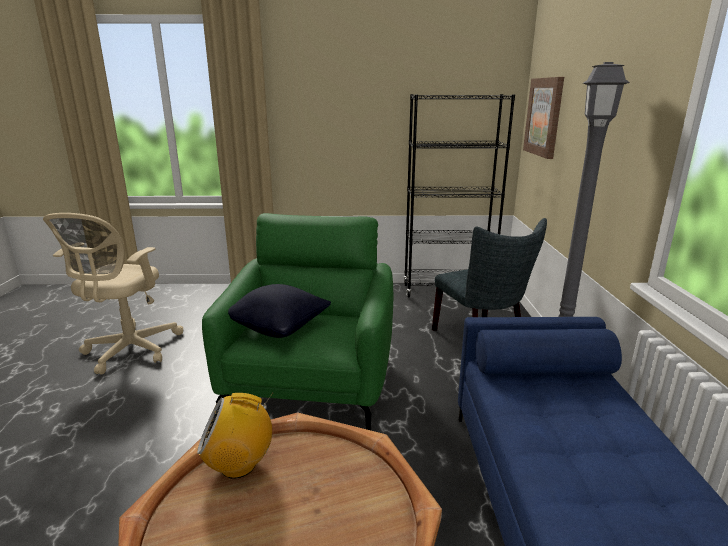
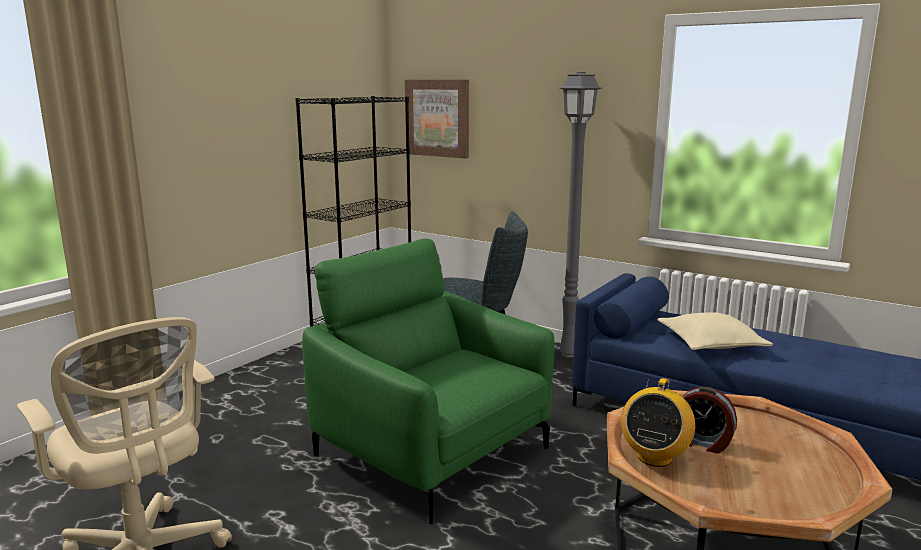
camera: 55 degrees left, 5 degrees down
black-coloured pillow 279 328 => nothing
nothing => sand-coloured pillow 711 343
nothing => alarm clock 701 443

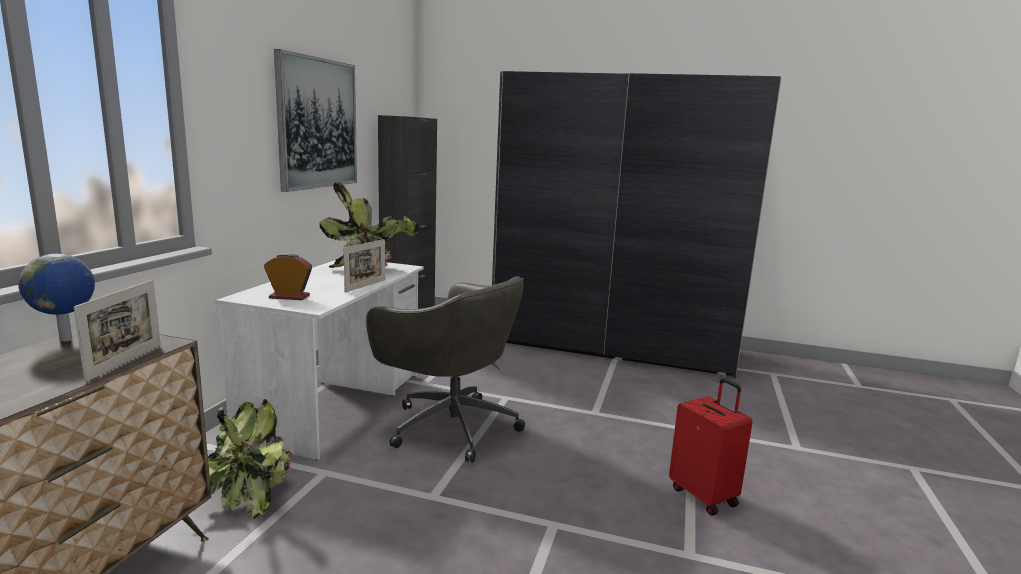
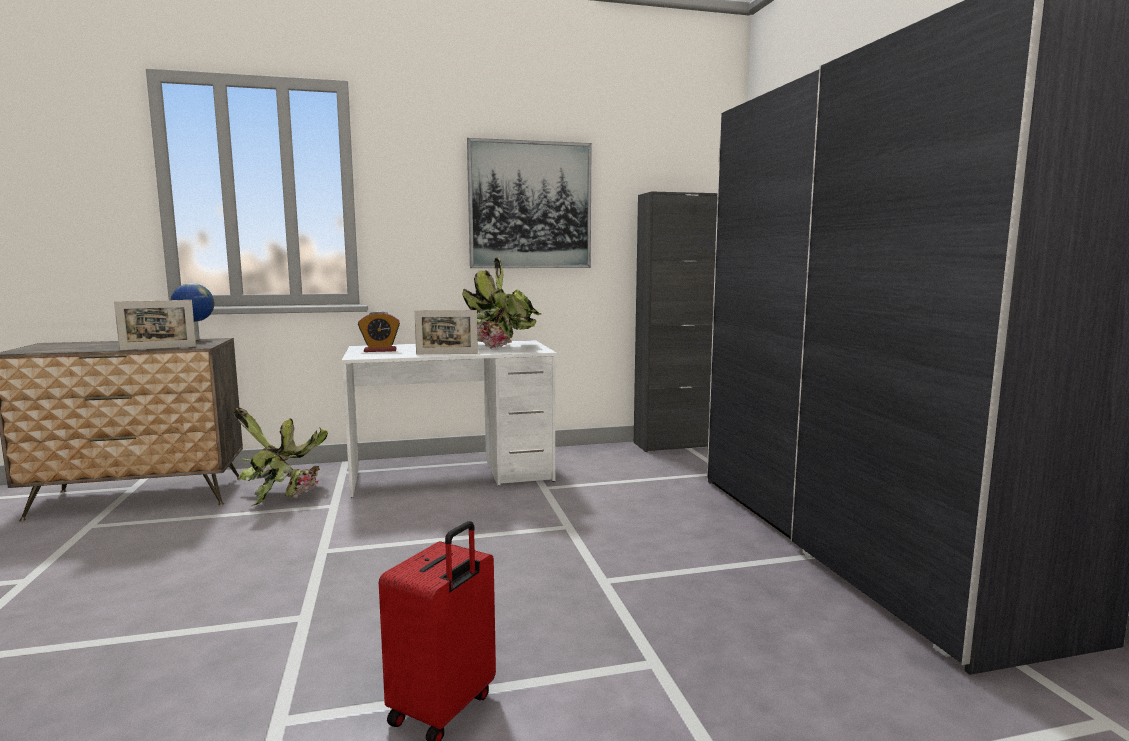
camera: 60 degrees right, 5 degrees down
greyish office chair 450 426 => nothing
alarm clock 289 297 => alarm clock 380 350, 105 degrees clockwise

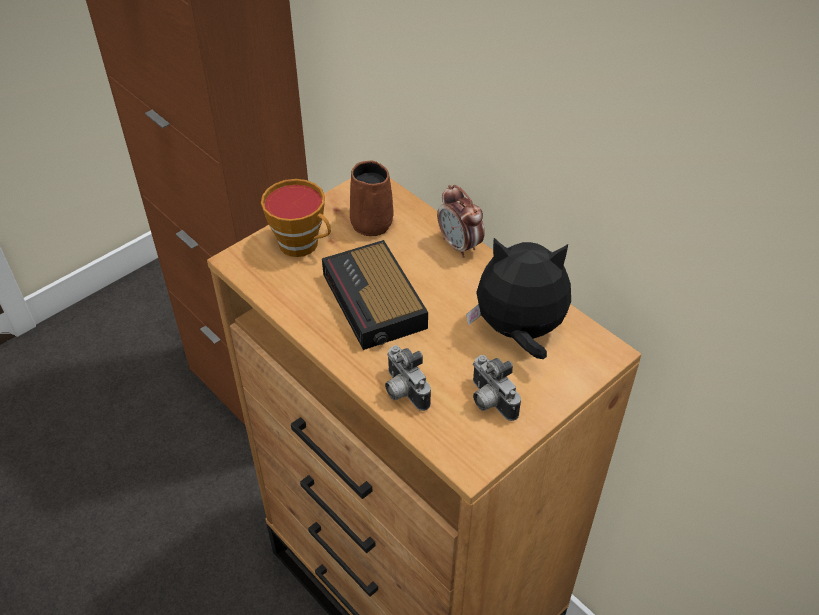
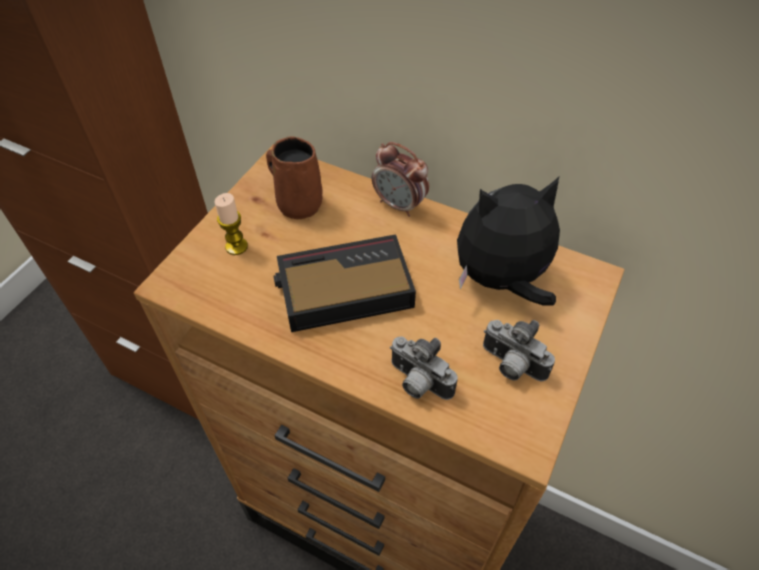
camera: 20 degrees left, 5 degrees up
cup 303 245 => wax candle 236 246
alarm clock 375 303 => alarm clock 342 290, 120 degrees clockwise

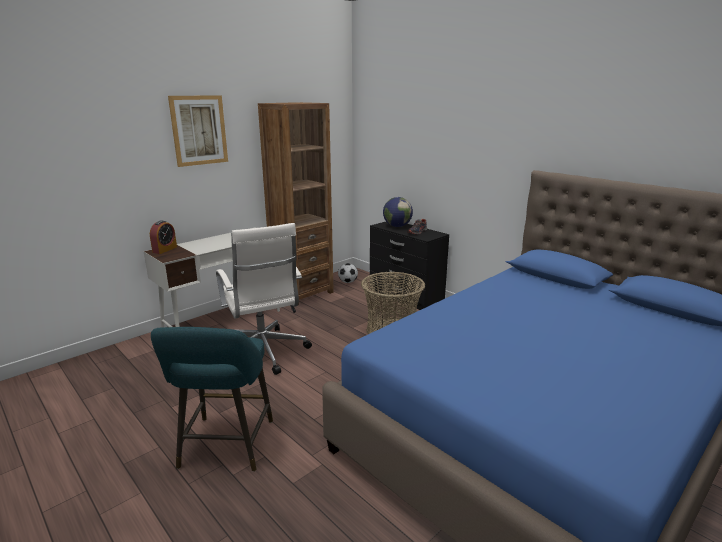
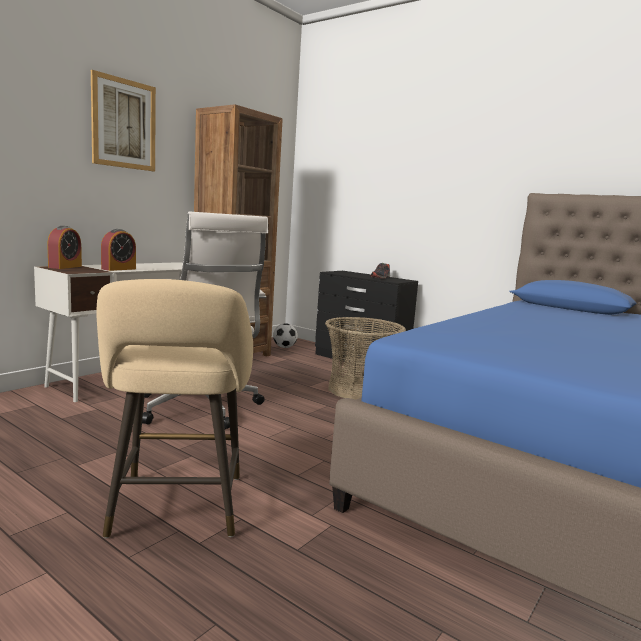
camera: 10 degrees left, 10 degrees down
desk globe 397 226 => nothing
nothing => alarm clock 118 269
blue-green sitting stool 225 447 => sand-coloured sitting stool 177 510

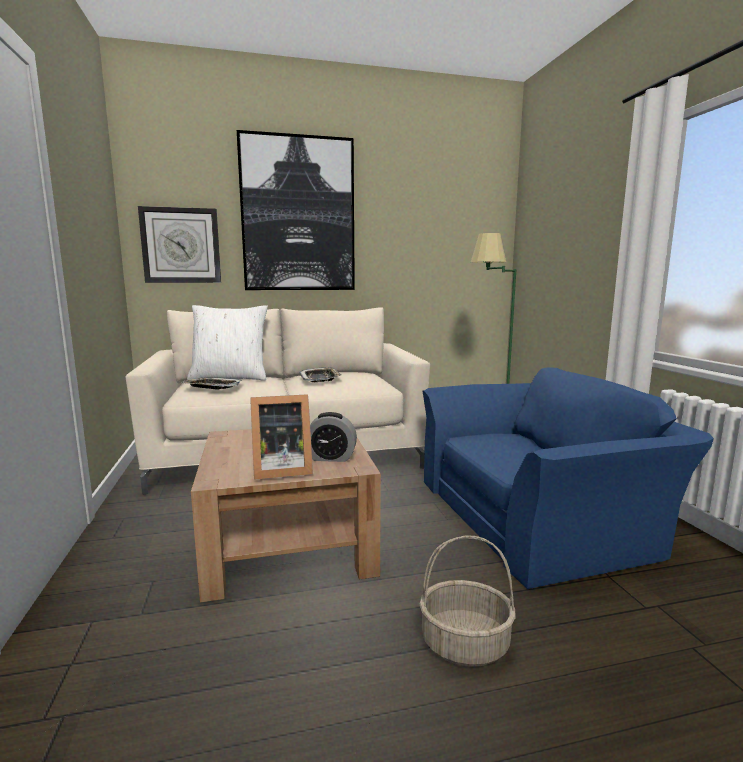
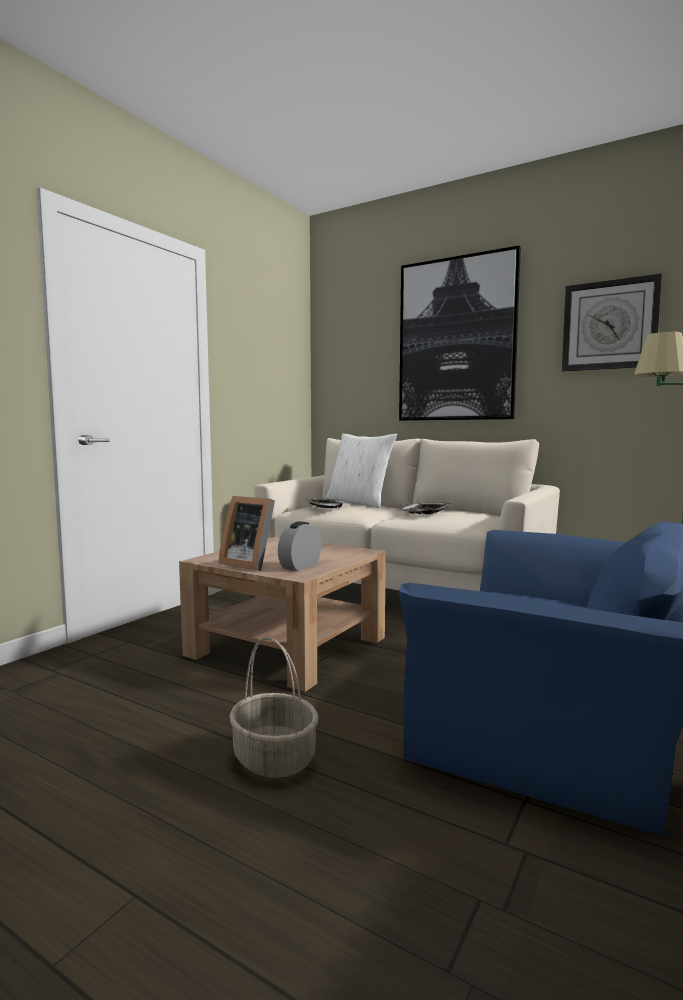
camera: 45 degrees right, 5 degrees down
wall clock 181 245 => wall clock 609 325, moved
alarm clock 331 458 => alarm clock 300 566, 75 degrees clockwise

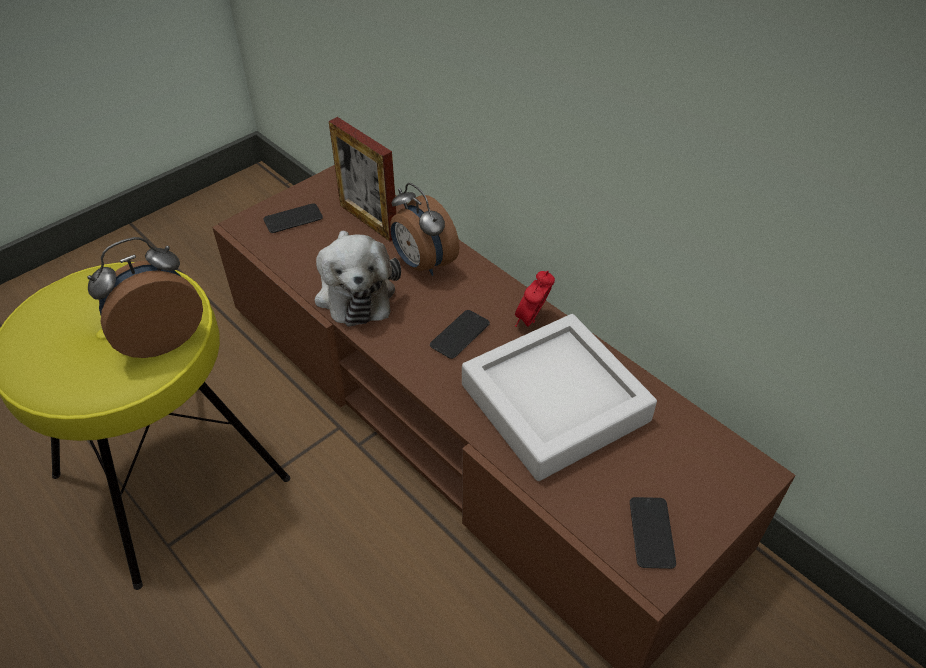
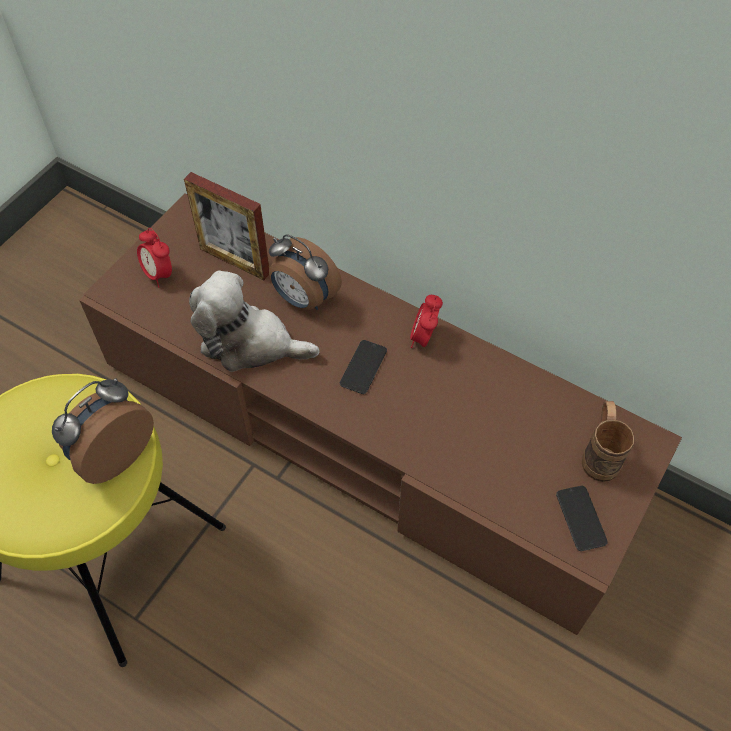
camera: 15 degrees left, 10 degrees up
greyish carrying tray 554 403 => nothing
nothing => brown coffee mug 599 455
phone 293 219 => alarm clock 159 274
cuddly toy 355 291 => cuddly toy 250 343, 135 degrees clockwise

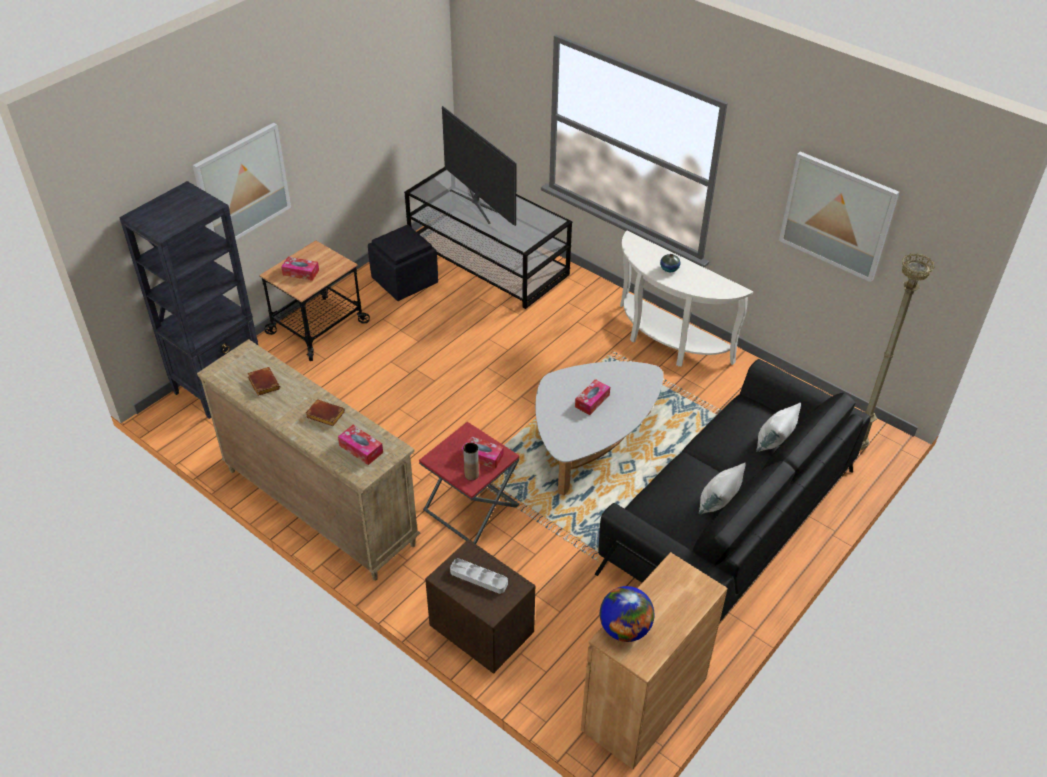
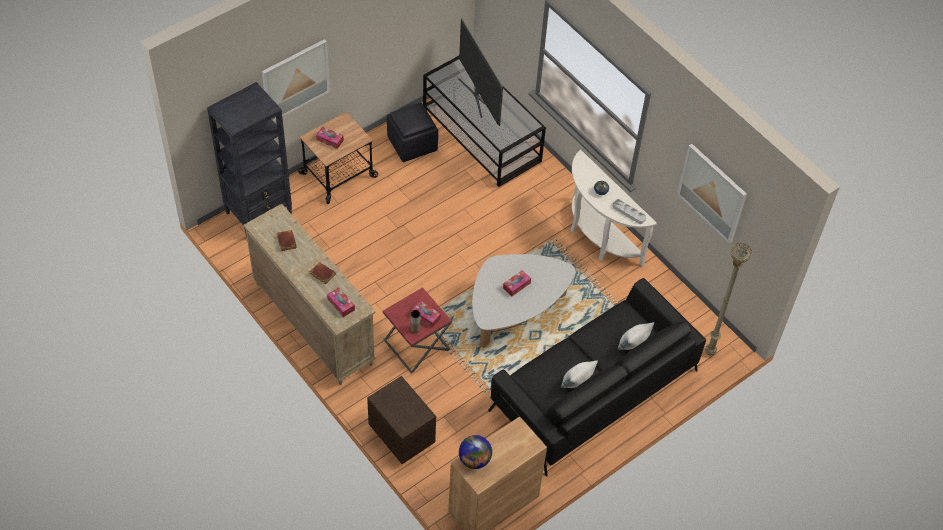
camera: 10 degrees right, 10 degrees up
greyish carrying tray 479 578 => greyish carrying tray 628 213, moved

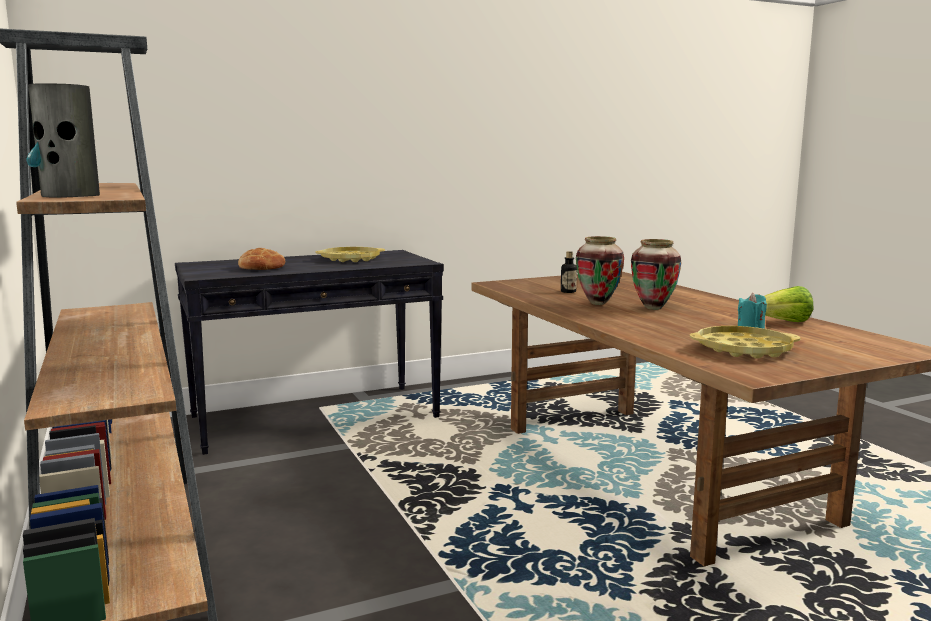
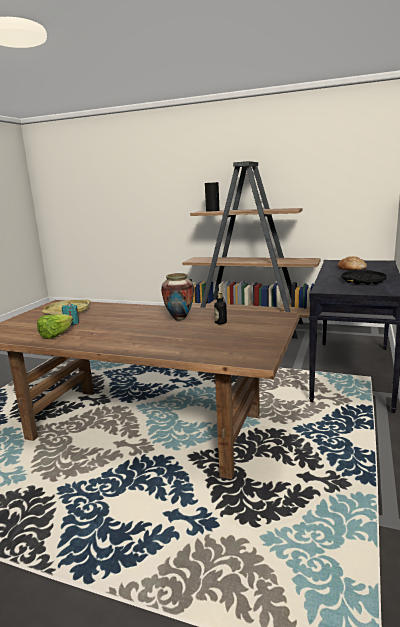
camera: 135 degrees right, 5 degrees up
decorative vase 653 308 => nothing
yellow carrying tray 350 259 => black-coloured carrying tray 363 281

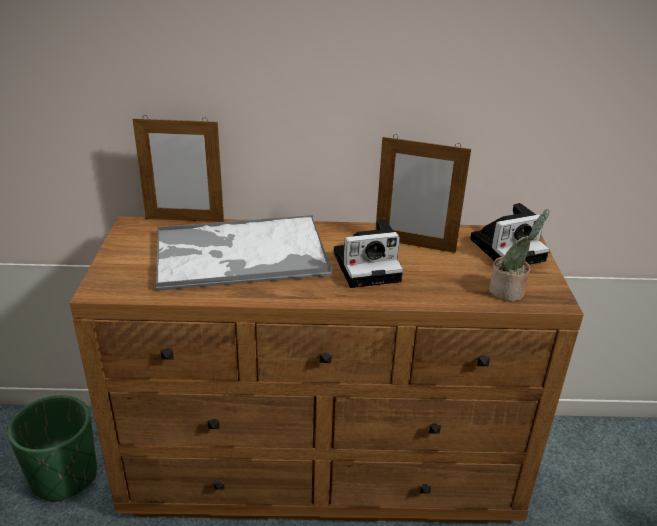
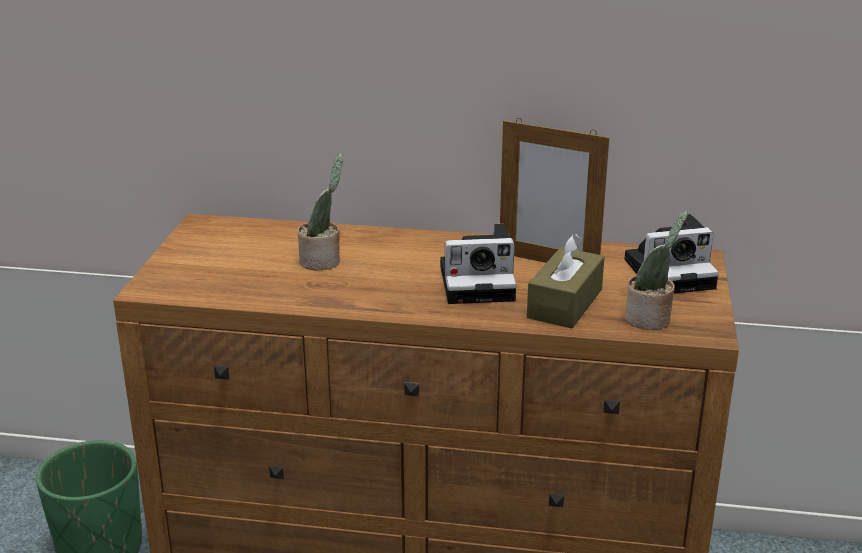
camera: 10 degrees right, 5 degrees down
picture frame 185 220 => nothing
nothing => brown tissue holder 565 304
carrying tray 239 254 => plant in a pot 323 261

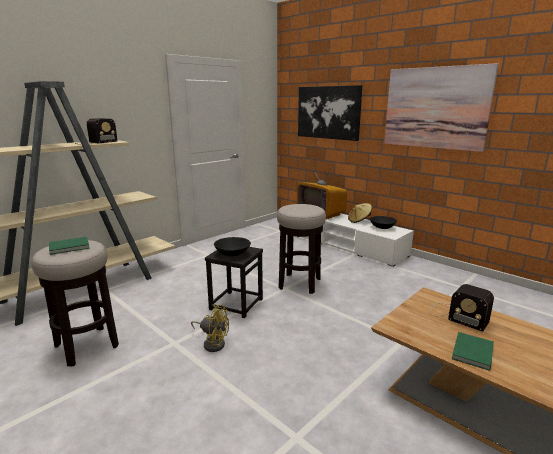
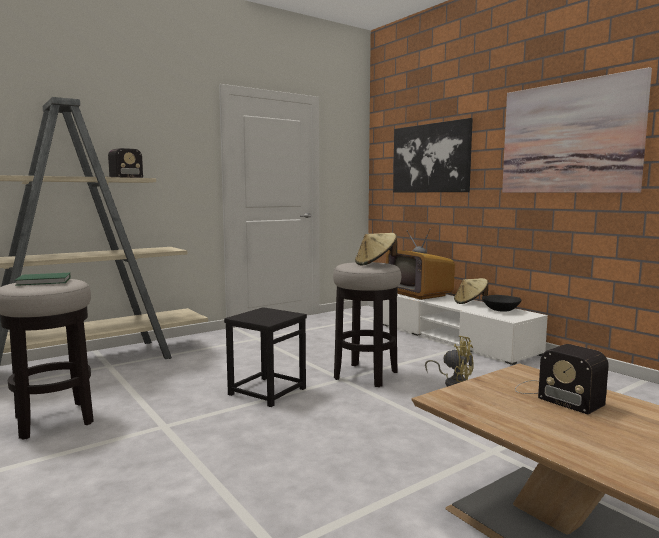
camera: 10 degrees right, 10 degrees down
black-coloured serving bowl 232 254 => nothing
green bound book 471 353 => nothing
nothing => sand-coloured hat 375 264
yellow electric fan 212 343 => yellow electric fan 454 383, moved

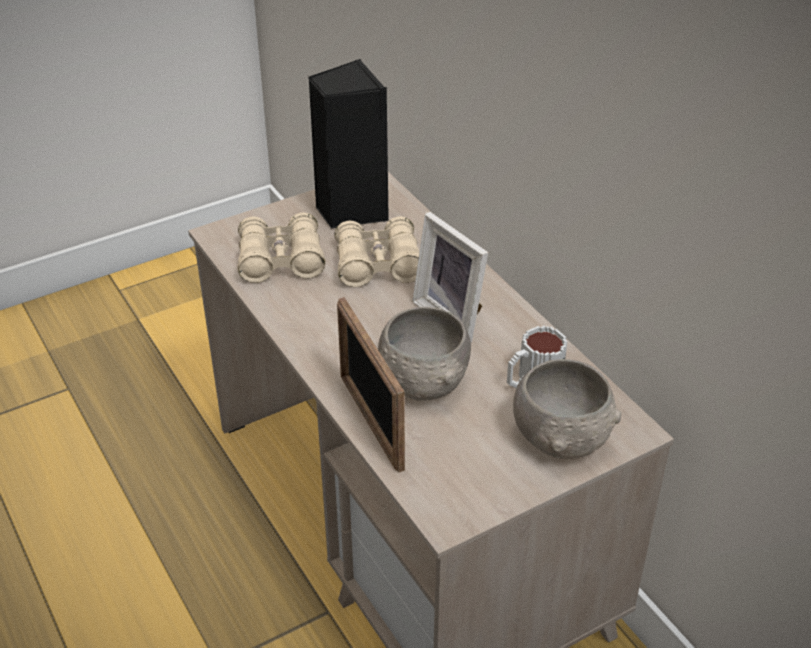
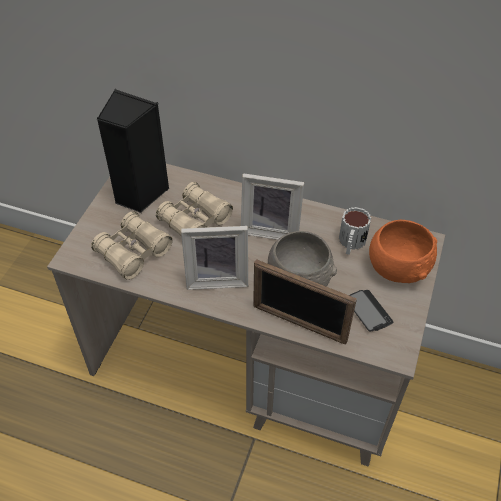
camera: 40 degrees left, 10 degrees up
nothing => picture frame 217 277
nothing => phone 368 311
greyish serving bowl 561 437 => orange serving bowl 398 267

